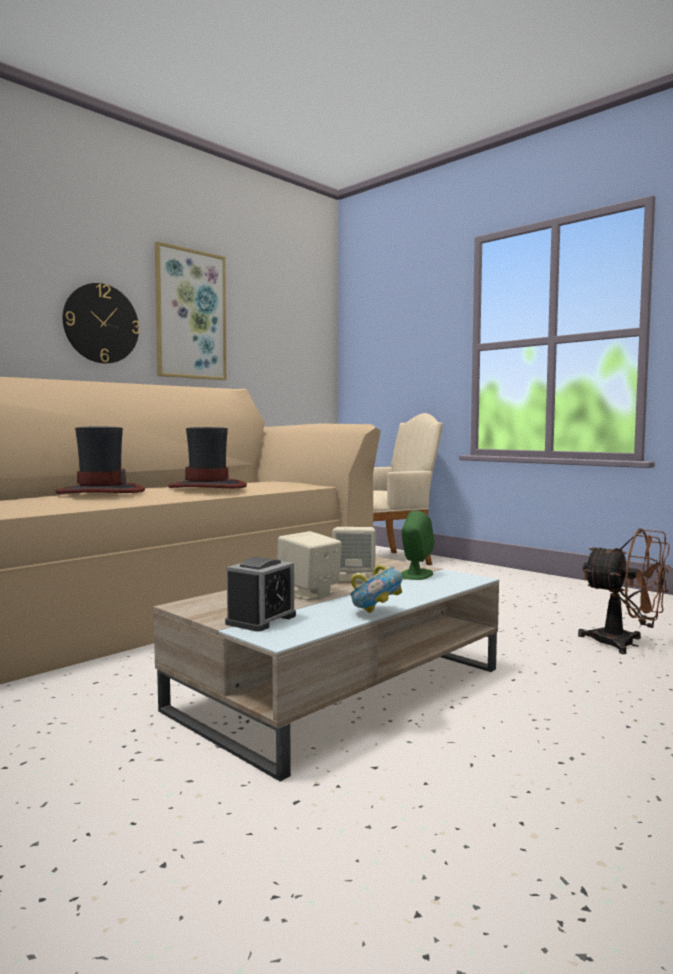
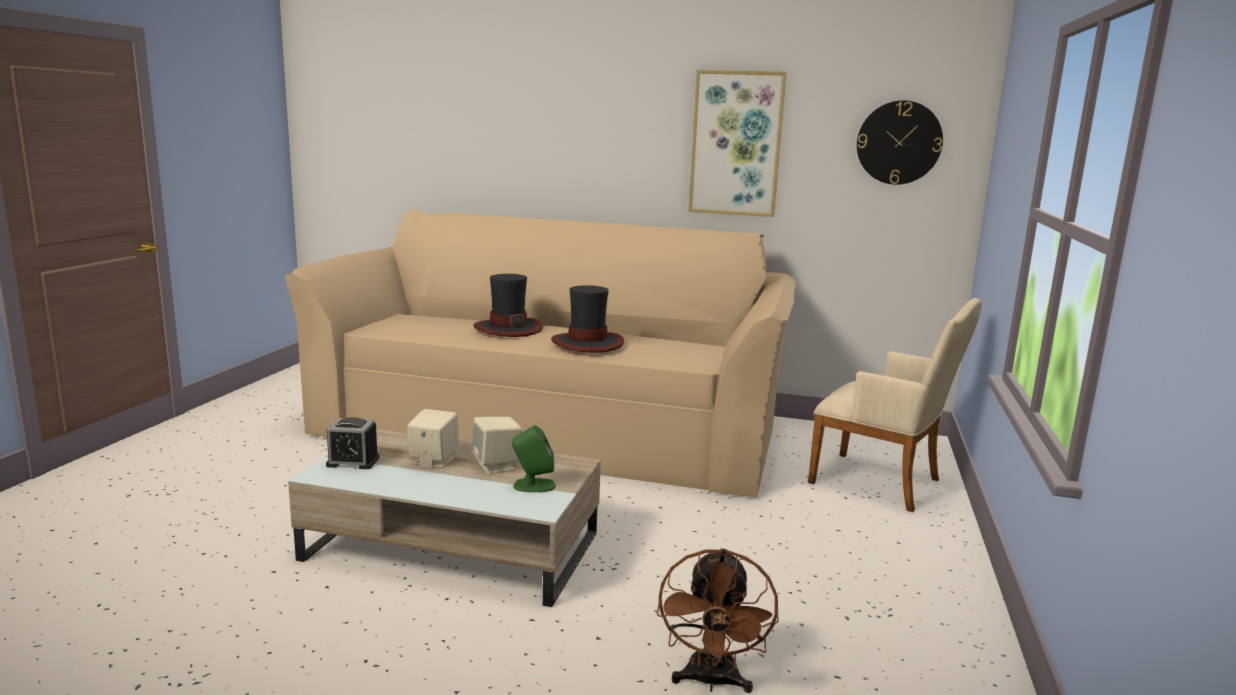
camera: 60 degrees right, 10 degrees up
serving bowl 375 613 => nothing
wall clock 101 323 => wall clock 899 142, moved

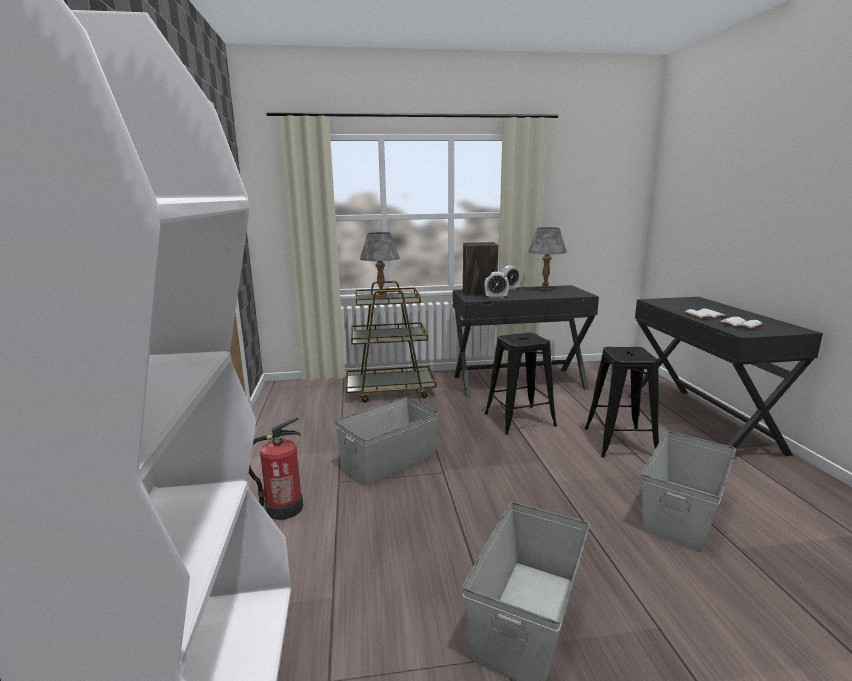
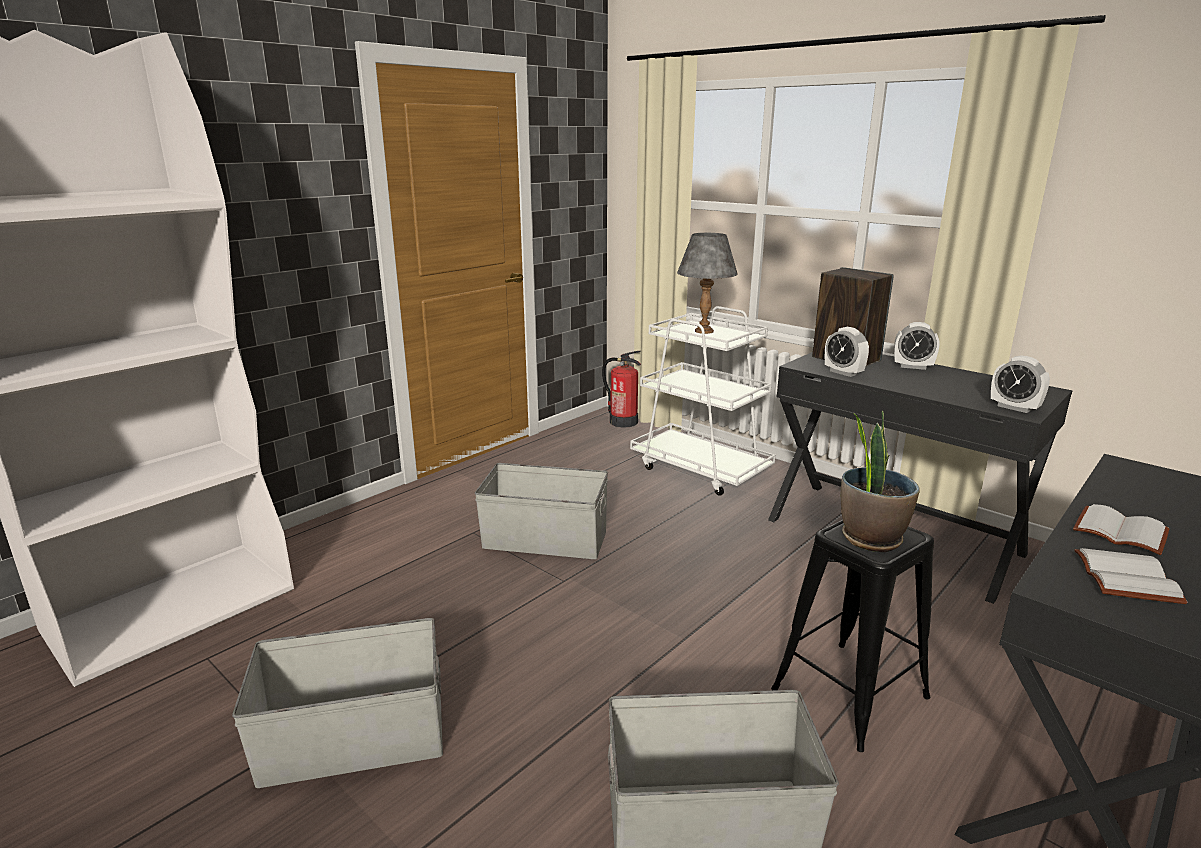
camera: 50 degrees right, 5 degrees up
black-coloured sitting stool 520 420 => nothing
greyish table lamp 545 289 => nothing
nothing => plant in a pot 870 538
nothing => alarm clock 1014 407
extinguisher 283 508 => extinguisher 623 422, moved
brown wheeled cart 391 390 => white wheeled cart 700 469

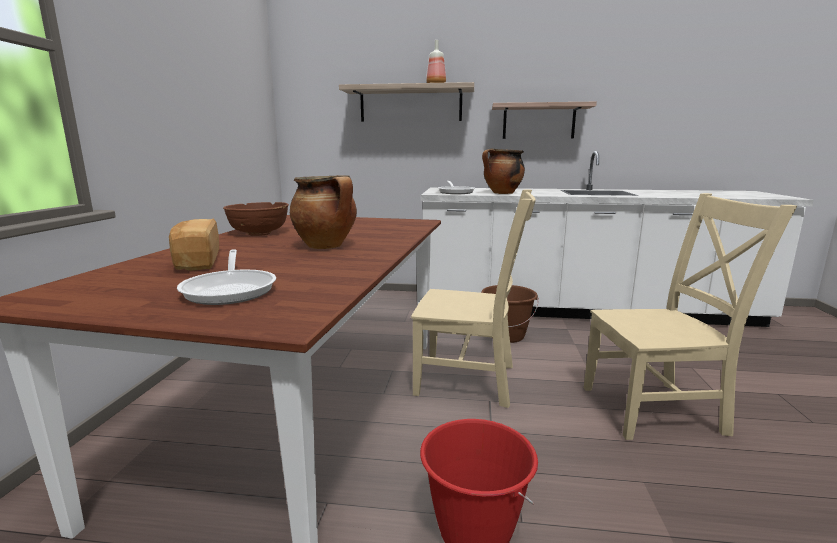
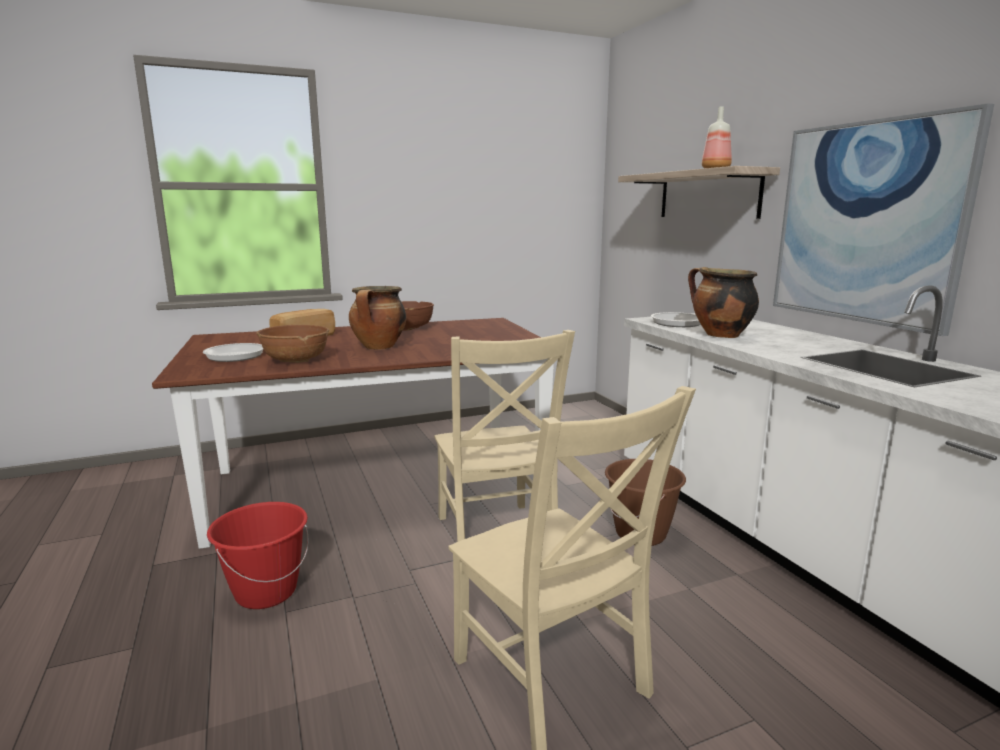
camera: 60 degrees right, 0 degrees up
nothing => brown serving bowl 296 360
bracket shelf 538 121 => wall art 866 223

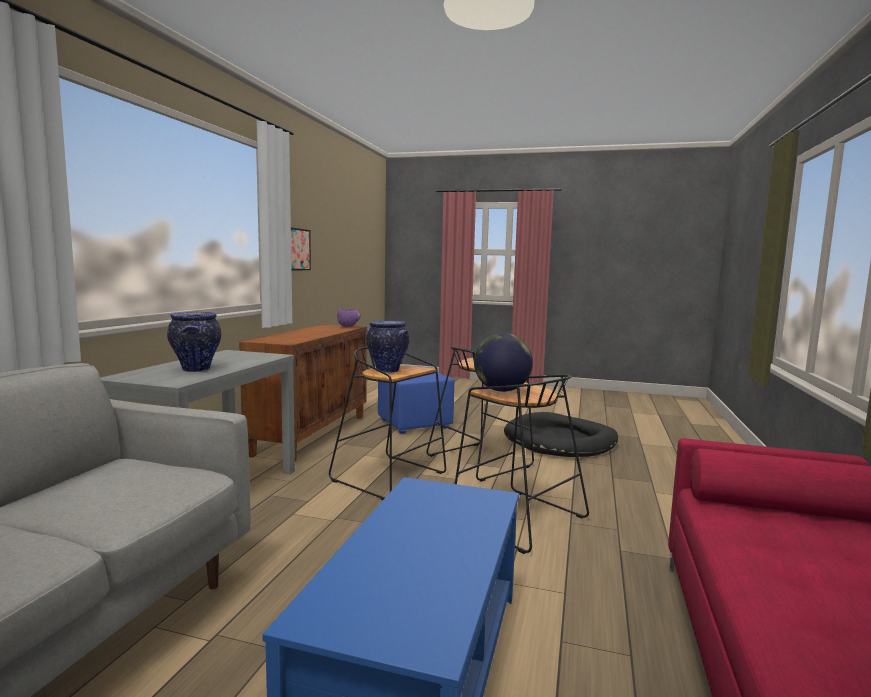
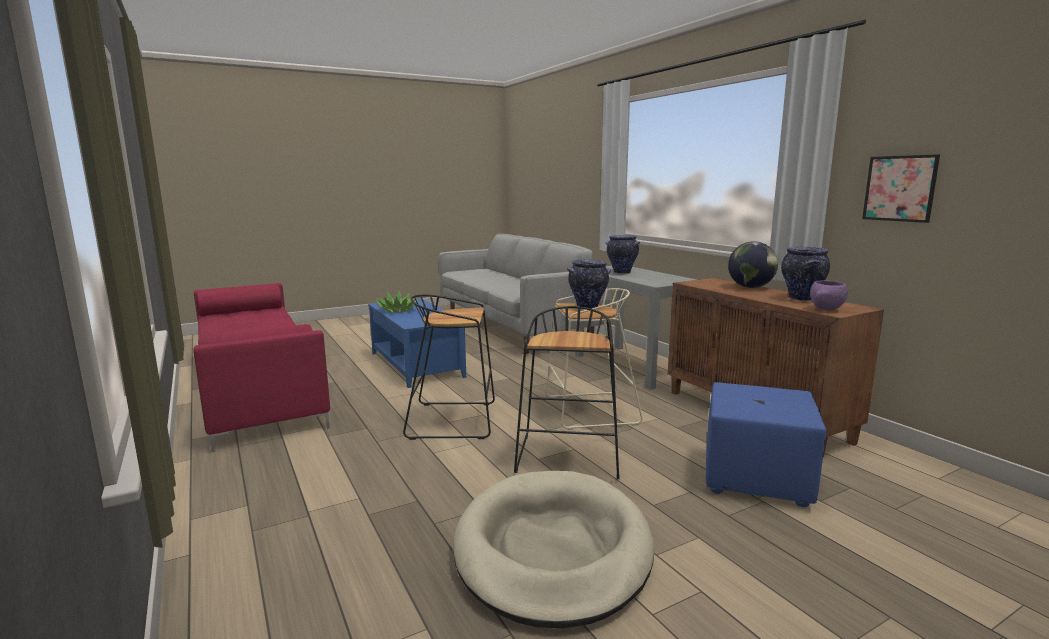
camera: 135 degrees right, 5 degrees up
nothing => plant in a pot 397 310
nothing => decorative vase 801 299
desk globe 501 390 => desk globe 751 287, moved
black-coloured sitting stool 390 477 => sand-coloured sitting stool 589 411
black-coloured dog bed 560 440 => sand-coloured dog bed 552 550

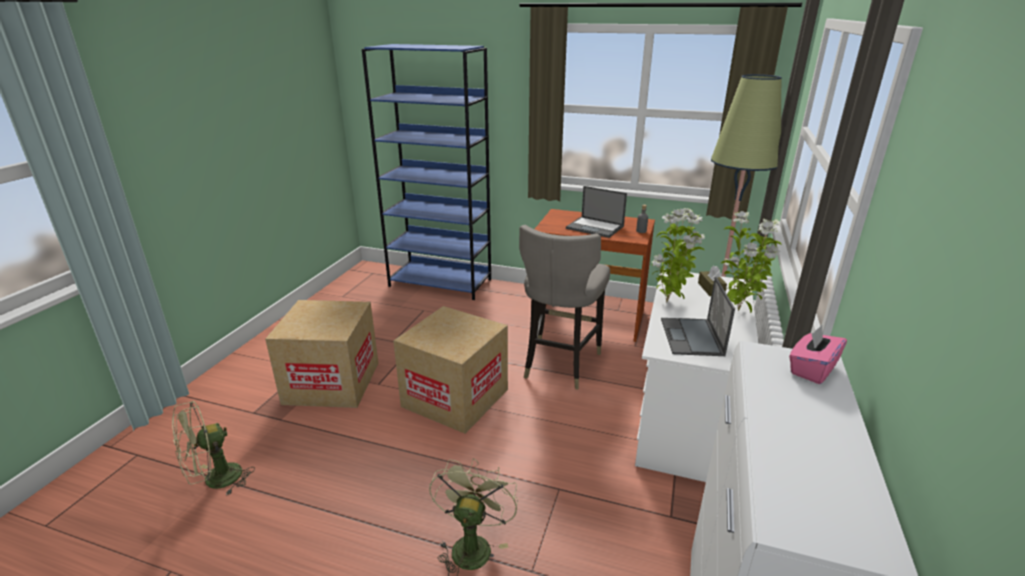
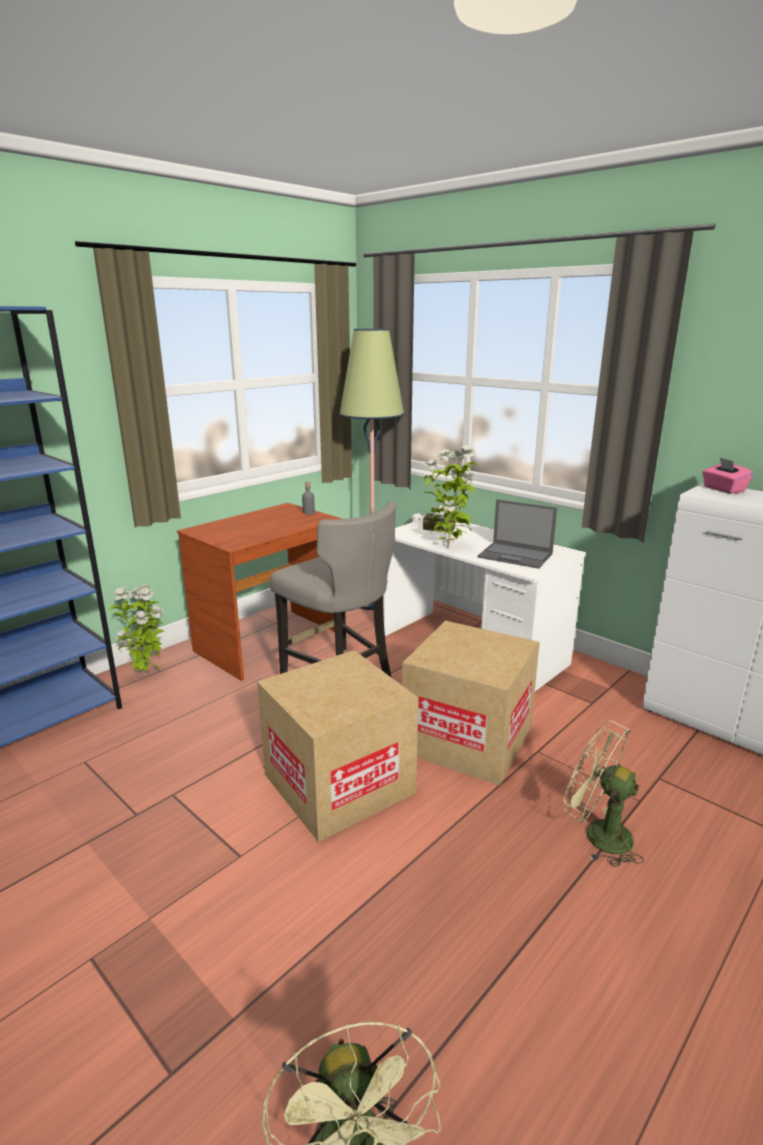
camera: 65 degrees left, 5 degrees down
portable computer 595 227 => nothing
cardboard box 332 382 => cardboard box 467 739, moved
plant in a pot 739 311 => plant in a pot 146 675, moved

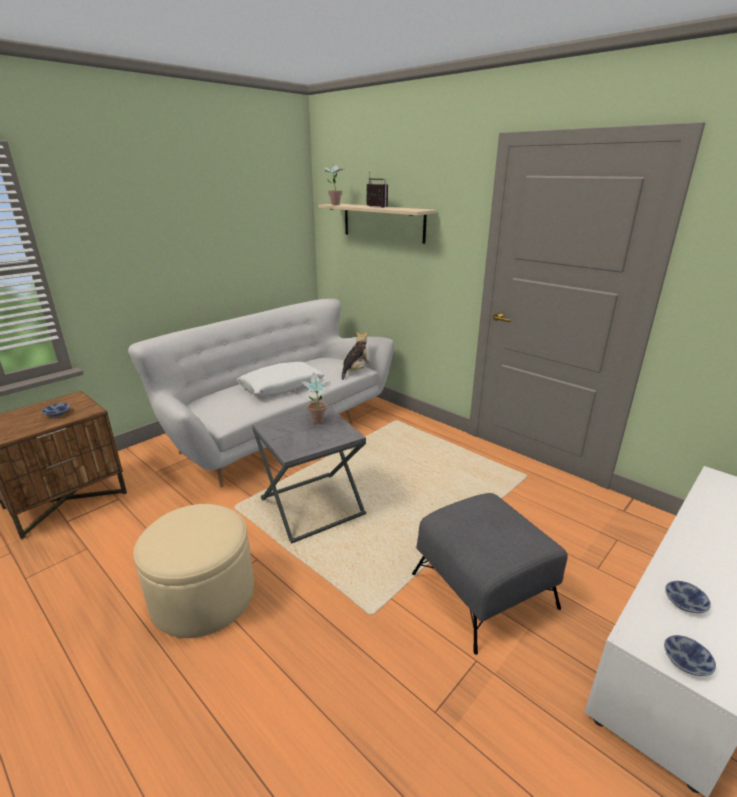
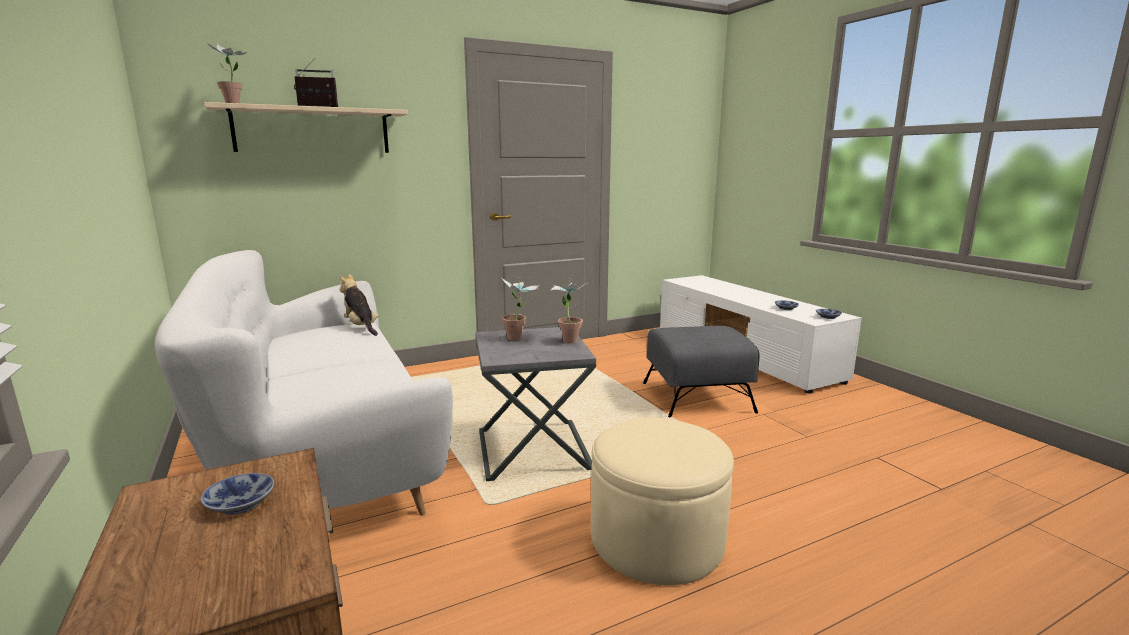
camera: 70 degrees left, 10 degrees down
white pillow 281 386 => nothing
nothing => plant in a pot 569 339

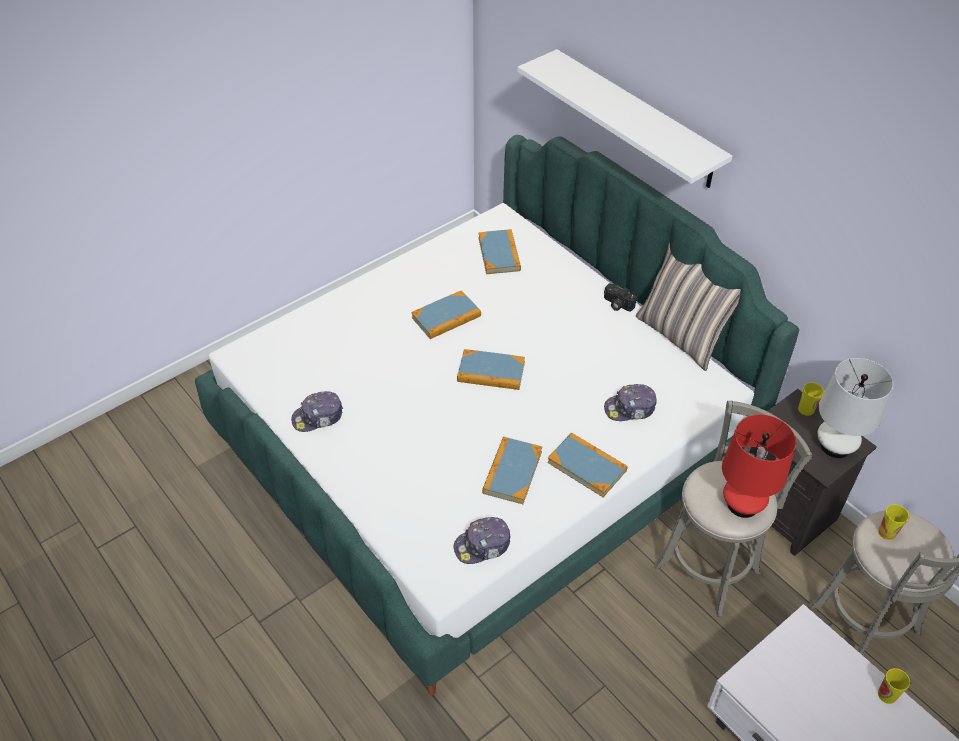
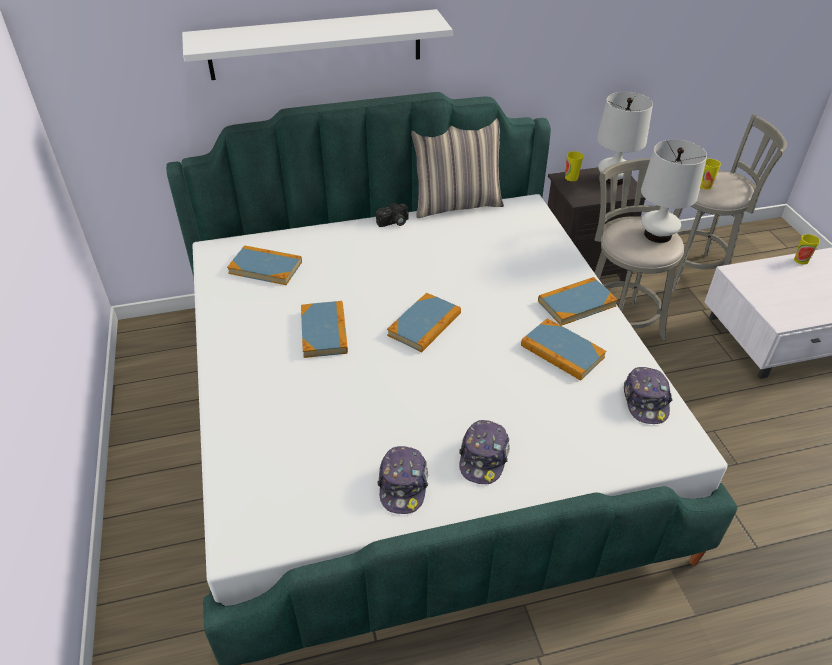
camera: 65 degrees left, 5 degrees down
peaked cap 630 409 => peaked cap 483 457, moved
red table lamp 742 504 => white table lamp 657 235

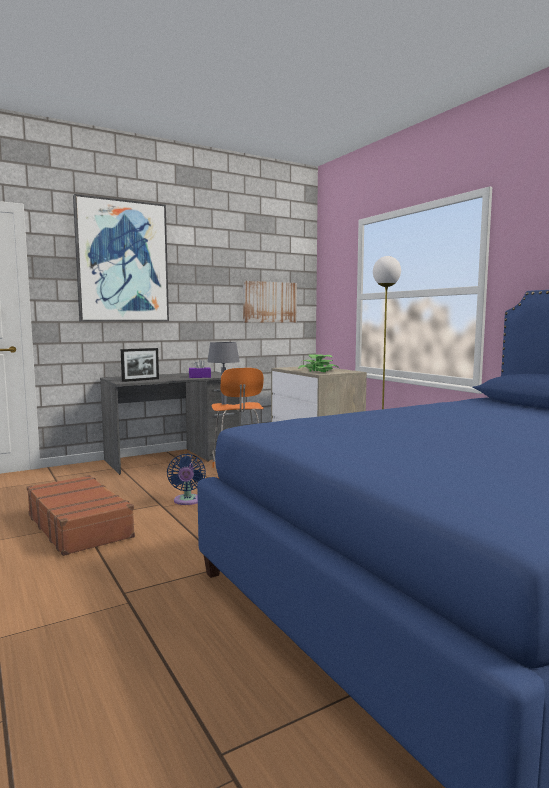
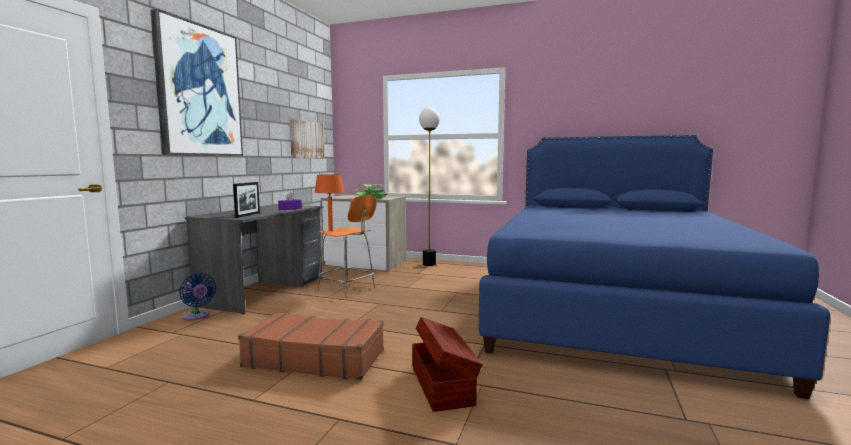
camera: 40 degrees left, 0 degrees up
nothing => brown storage box 442 384
bluish electric fan 187 501 => bluish electric fan 197 316, moved
greyish table lamp 224 404 => orange table lamp 331 230

